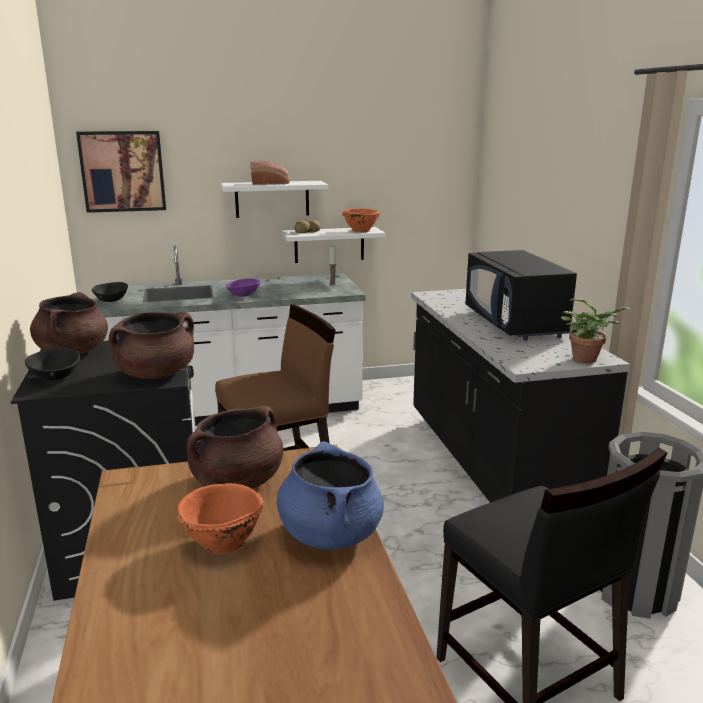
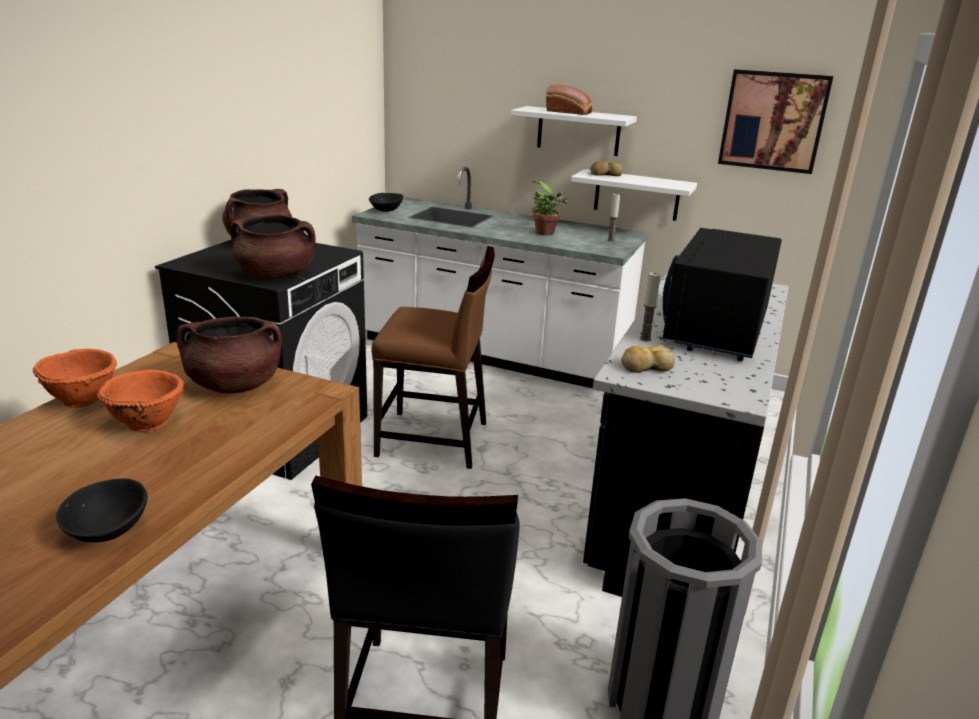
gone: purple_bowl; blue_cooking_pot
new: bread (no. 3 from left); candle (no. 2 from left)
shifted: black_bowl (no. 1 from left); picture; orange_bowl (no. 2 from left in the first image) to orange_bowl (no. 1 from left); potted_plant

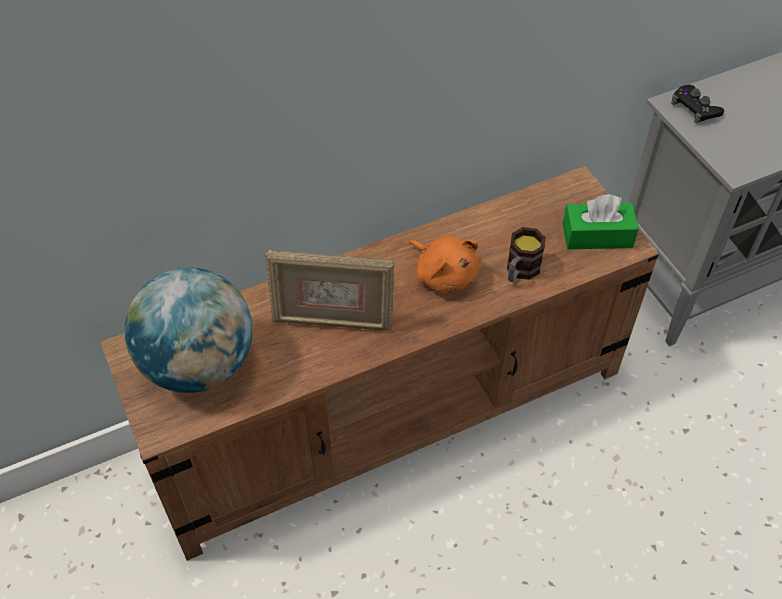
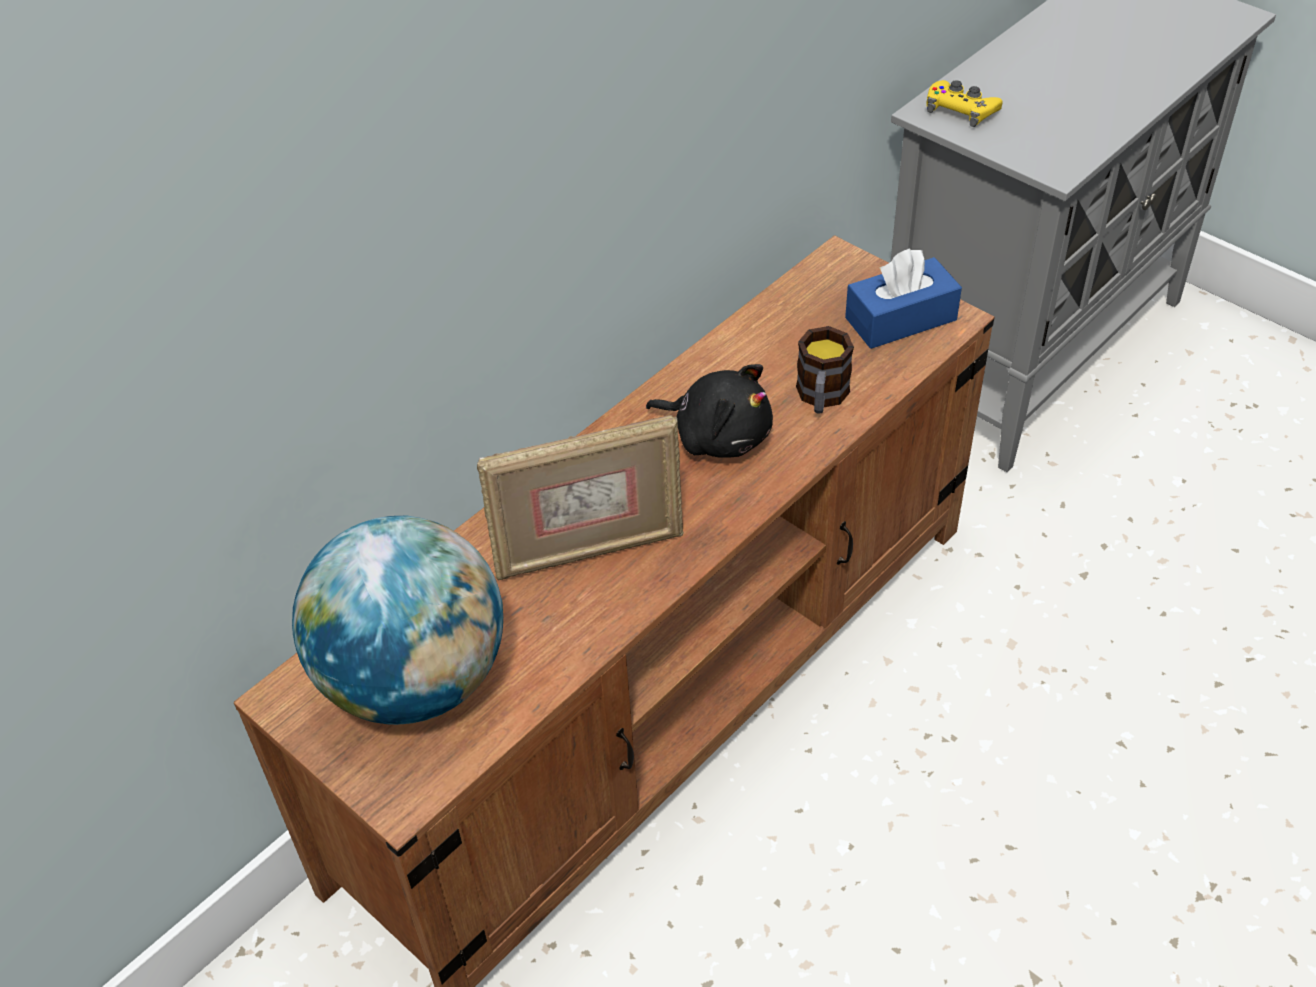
repainted: orange_plush_toy to black_plush_toy; green_tissue_box to blue_tissue_box; black_game_controller to yellow_game_controller

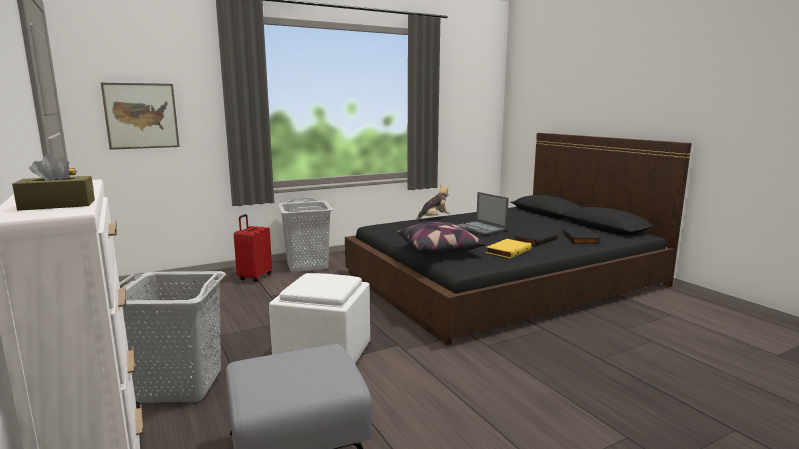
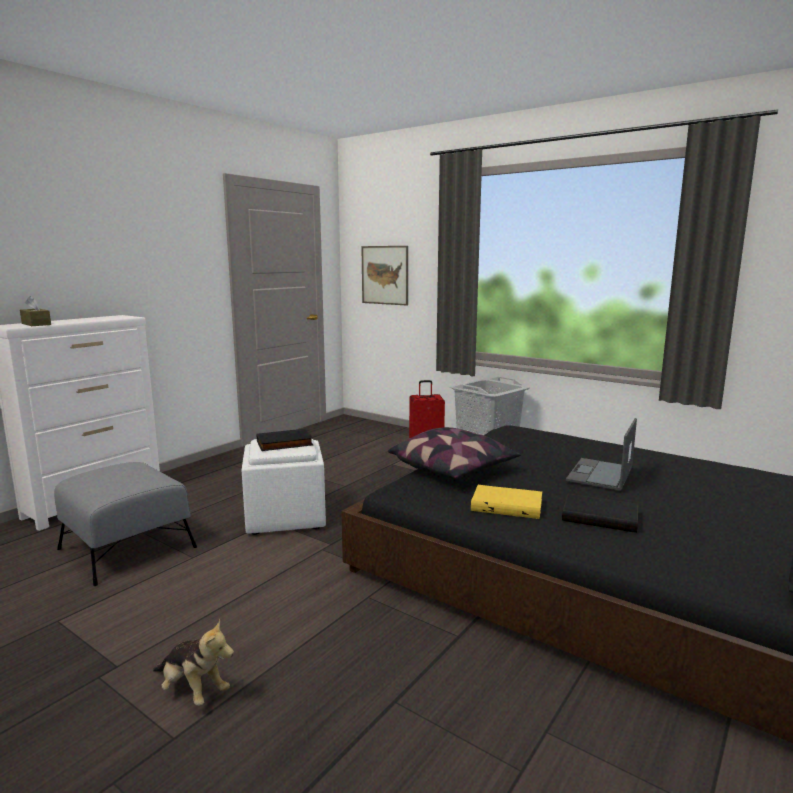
gone: grey_laundry_basket (no. 1 from left)
shifted: plush_toy; black_book (no. 2 from left in the first image) to black_book (no. 1 from left)

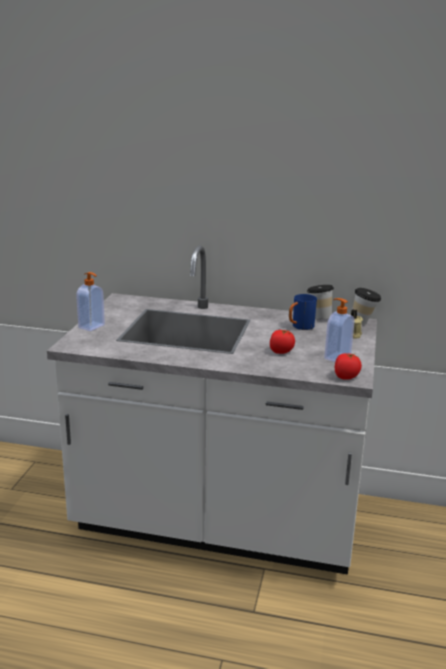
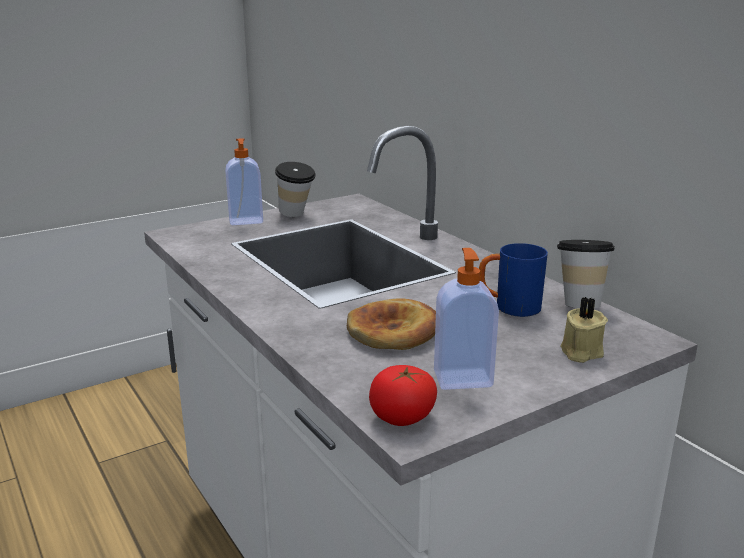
shifted: cup (no. 2 from left in the first image) to cup (no. 1 from left)
swapped: tomato (no. 1 from left) to bread

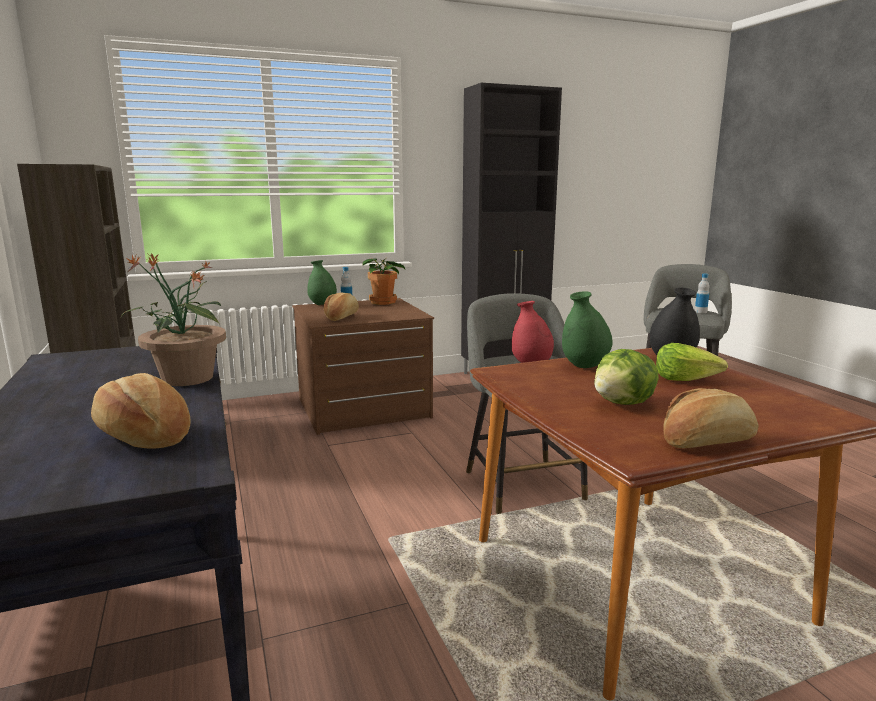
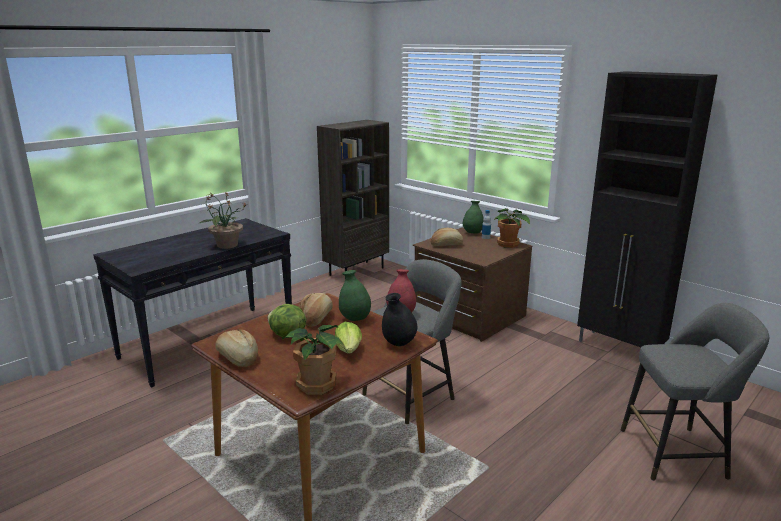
gone: bottle (no. 2 from left)
new: potted_plant (no. 2 from left)
shifted: bread (no. 1 from left in the first image) to bread (no. 2 from left)

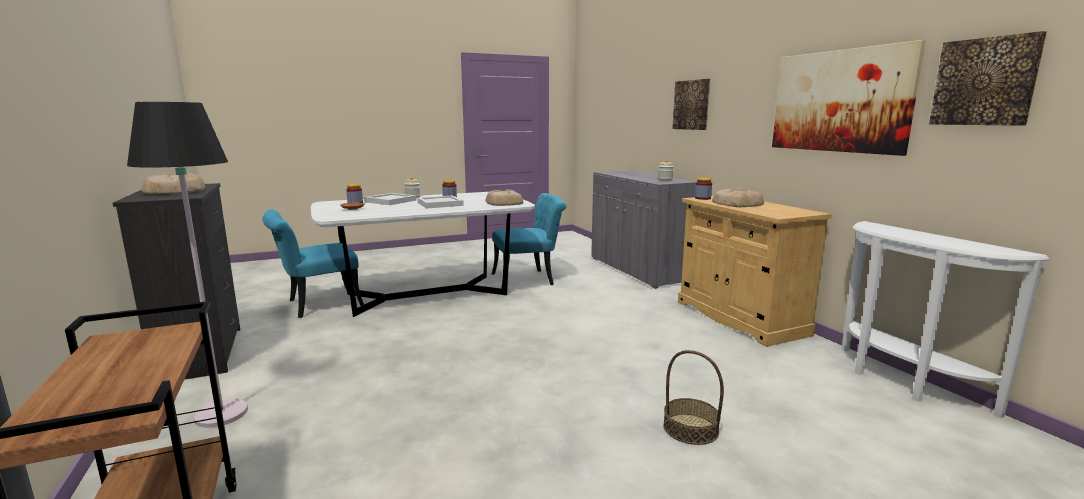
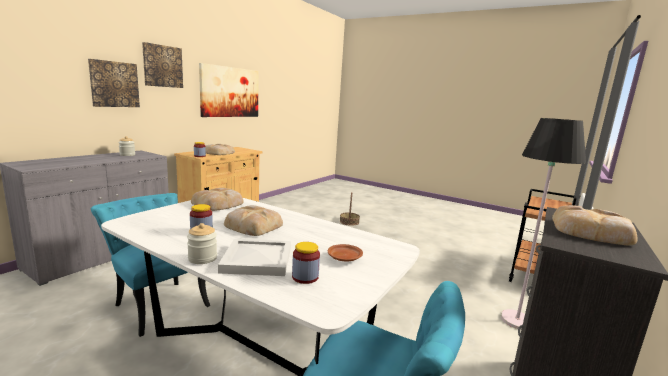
gone: white_console_table
shifted: picture (no. 3 from left in the first image) to picture (no. 2 from left)
swapped: white_tray (no. 2 from left) to bread (no. 3 from left)

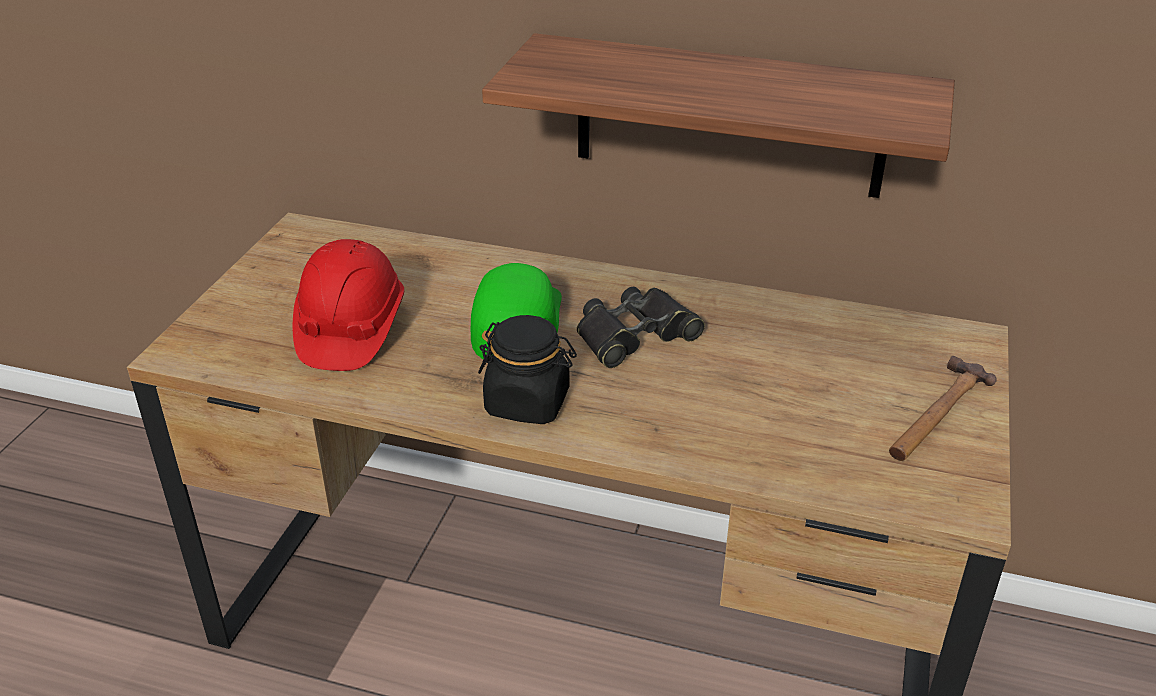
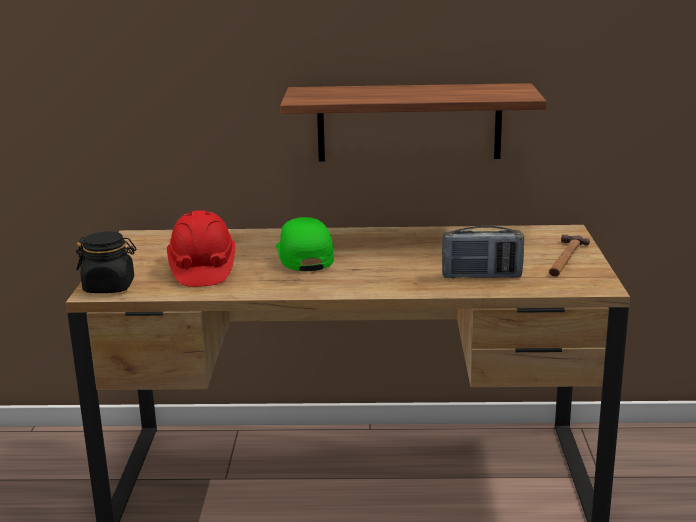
gone: black_binoculars
new: radio
shifted: black_jar

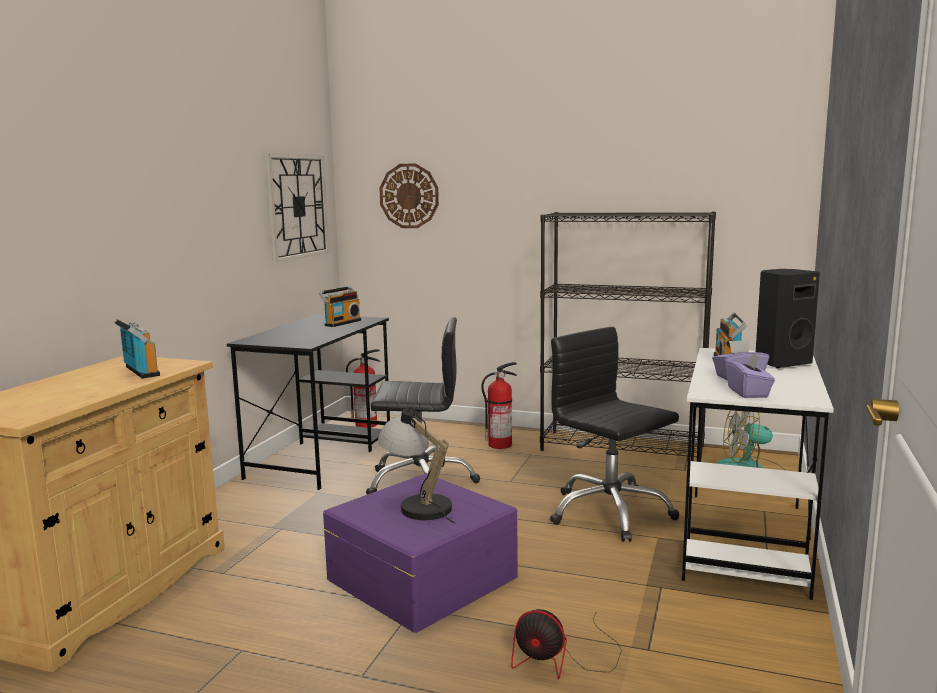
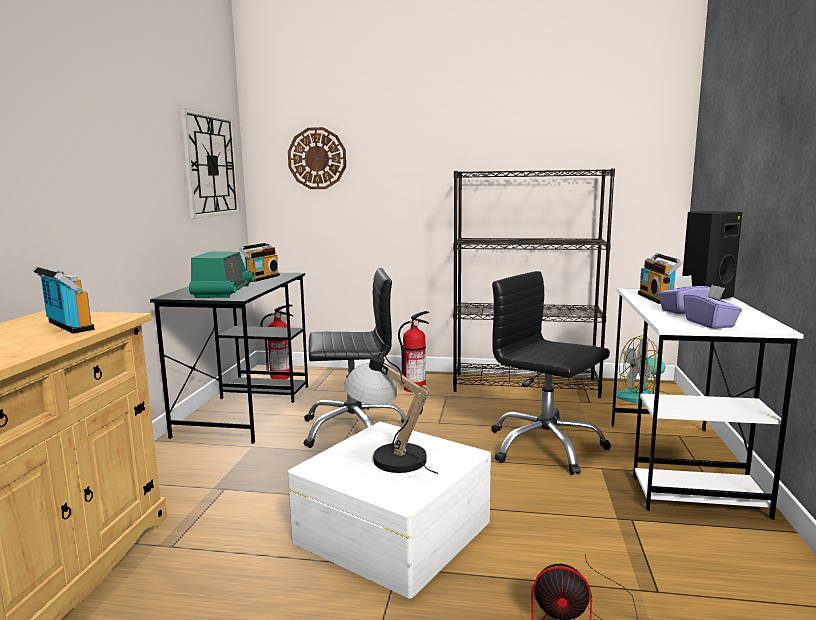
new: radio (no. 2 from left)
repainted: purple_storage_box to white_storage_box

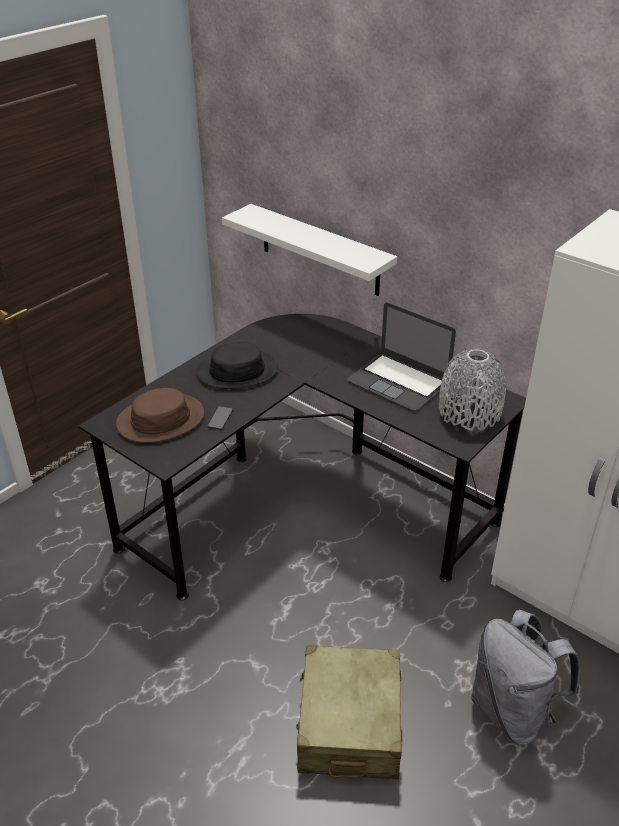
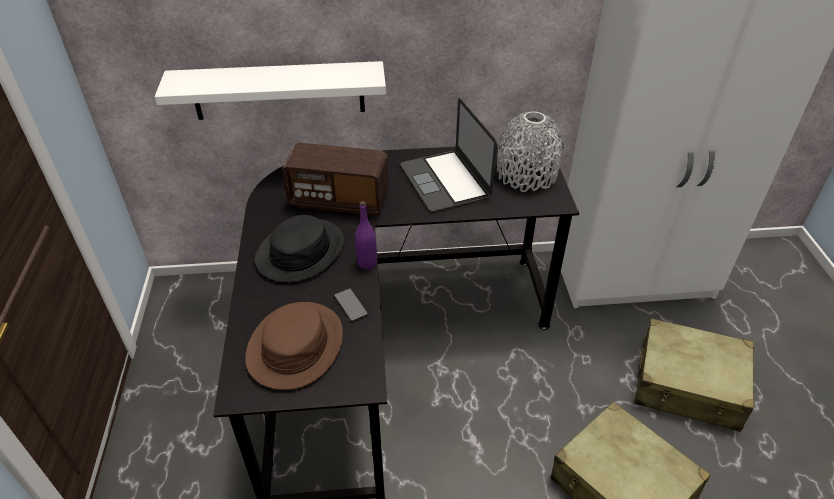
new: radio; purple_bottle
swapped: grey_backpack to beige_suitcase (no. 2 from left)
rotated: laptop 75 degrees clockwise

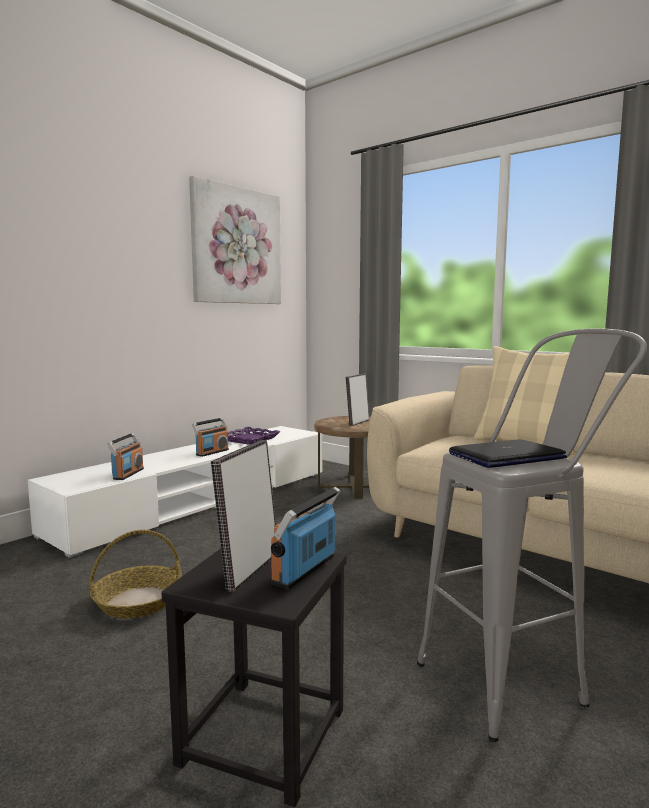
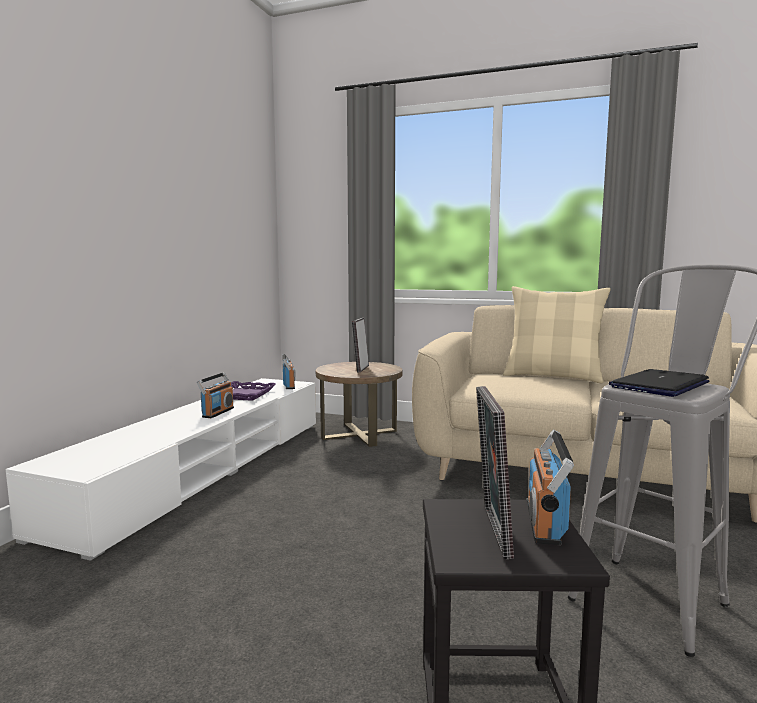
gone: basket; picture
shifted: radio (no. 1 from left in the first image) to radio (no. 2 from left)

